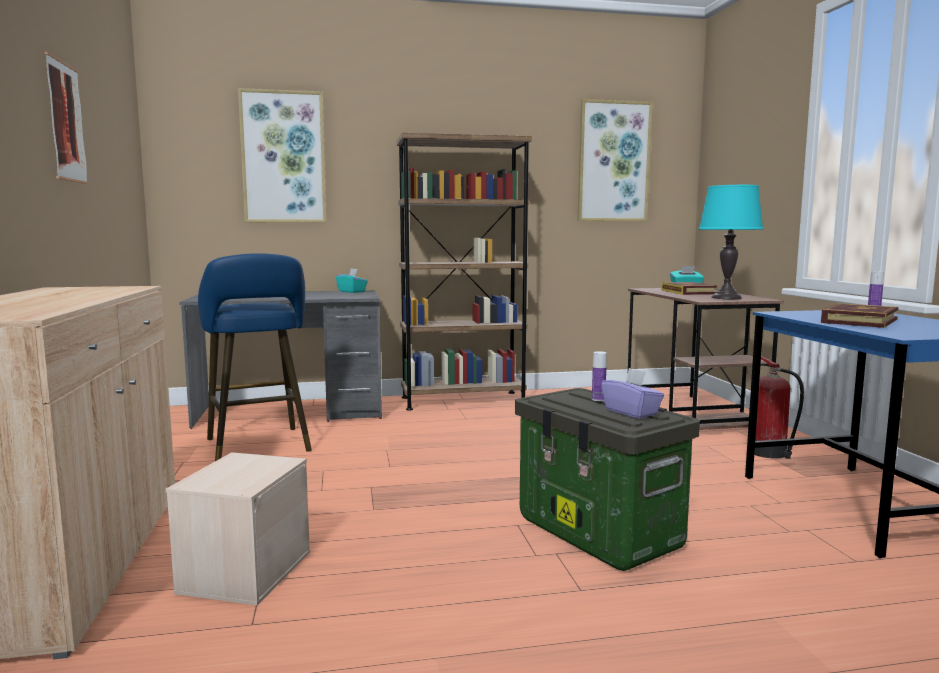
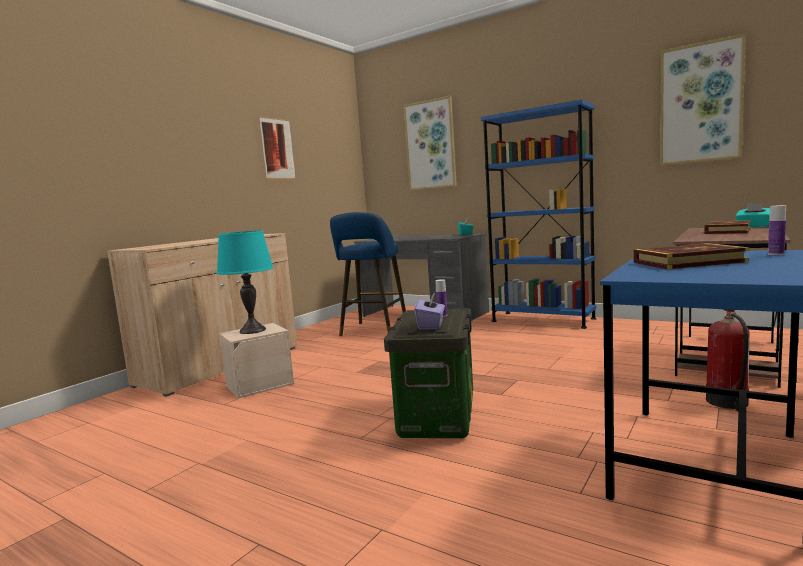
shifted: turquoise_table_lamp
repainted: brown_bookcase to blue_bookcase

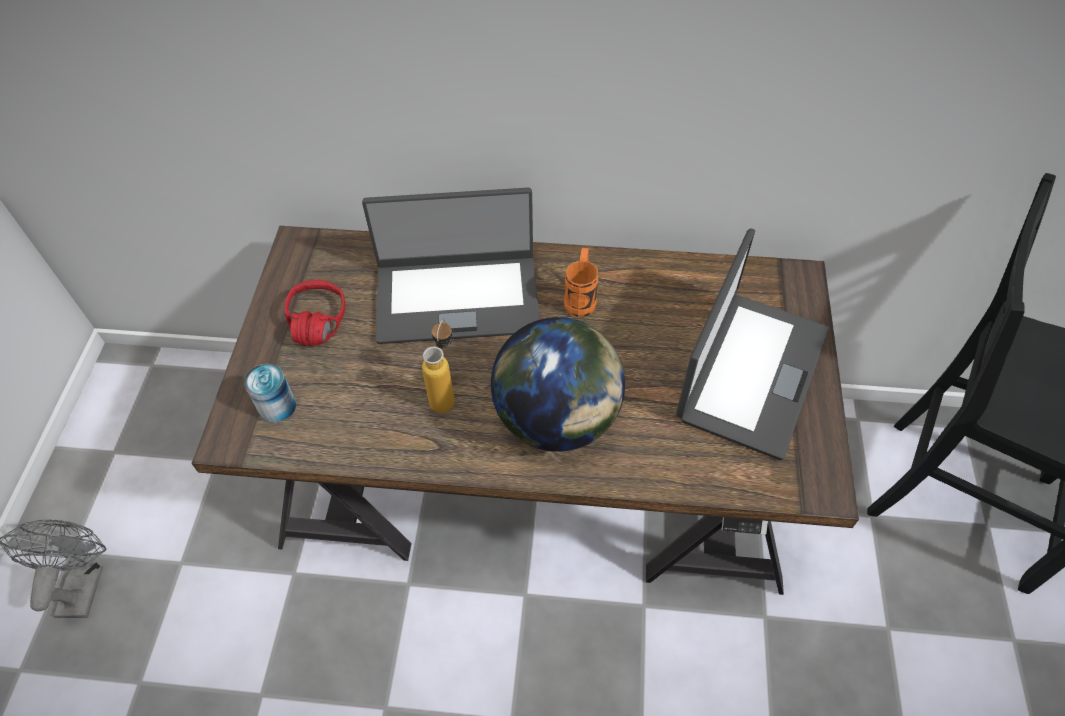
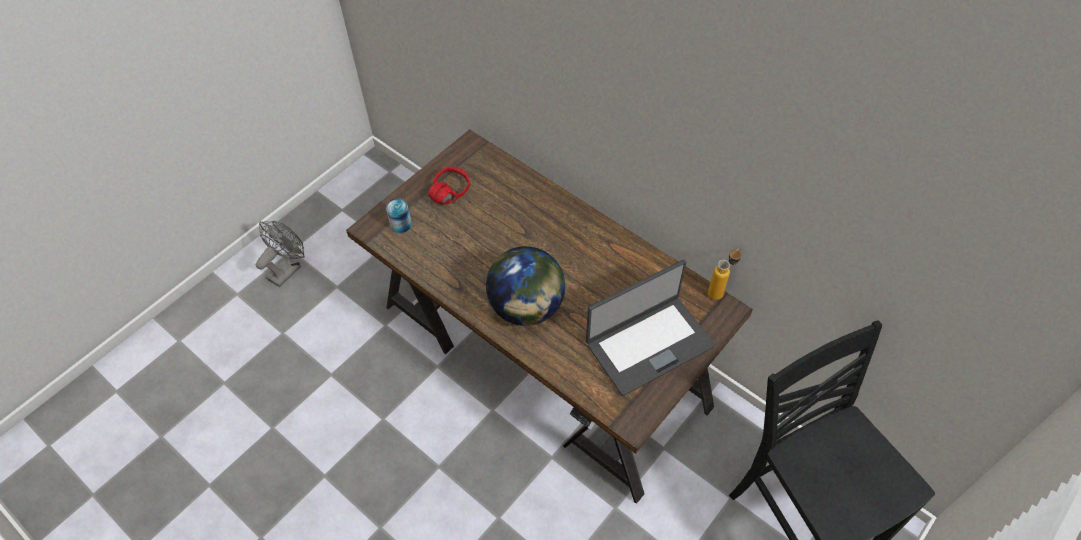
gone: laptop (no. 1 from left); orange_mug
shifted: bottle

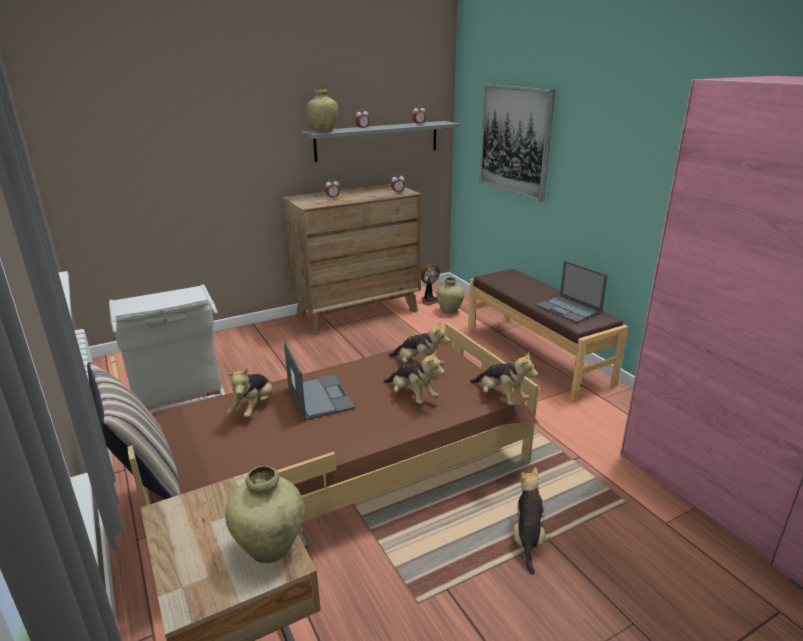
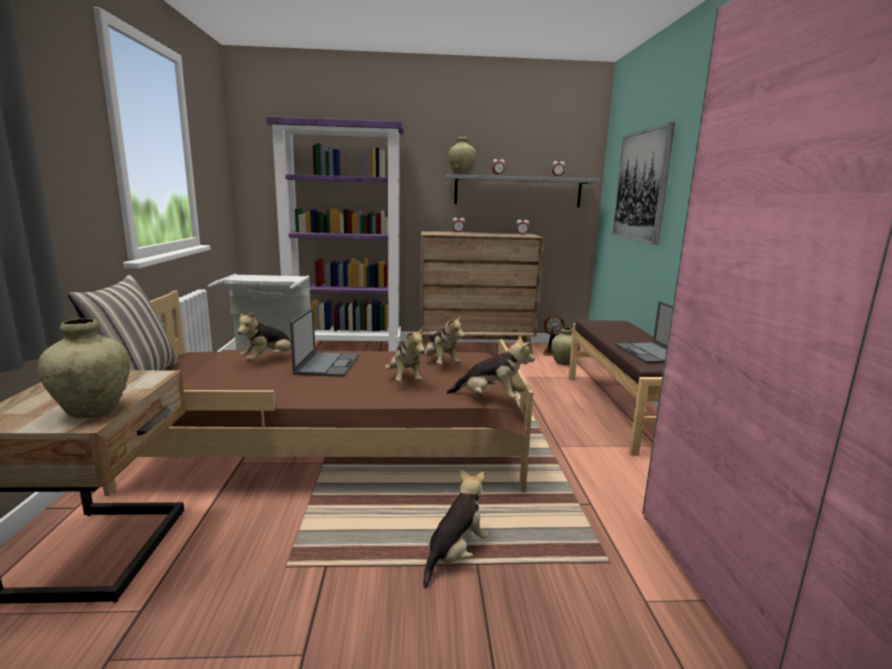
new: purple_bookcase
rotated: plush_toy (no. 4 from left in the first image) 60 degrees counterclockwise

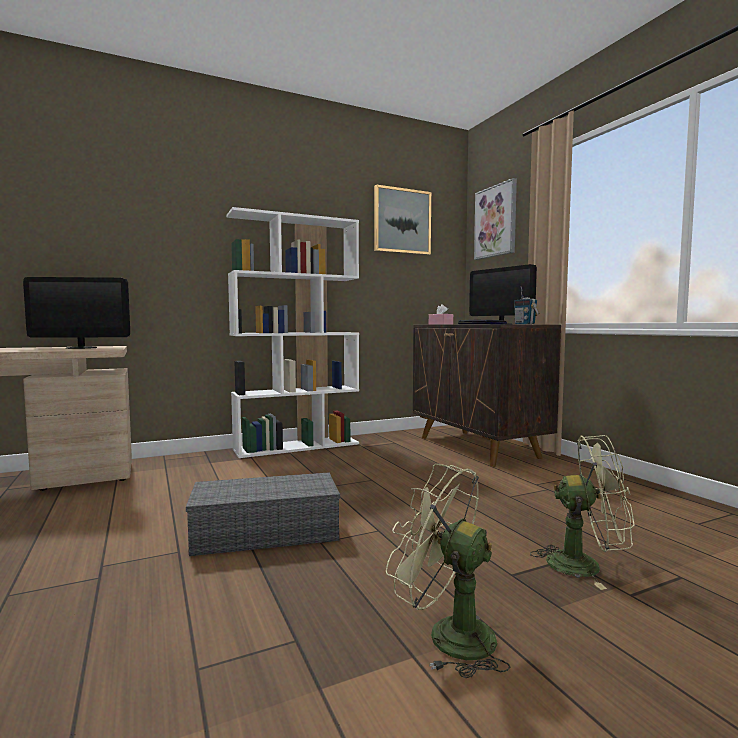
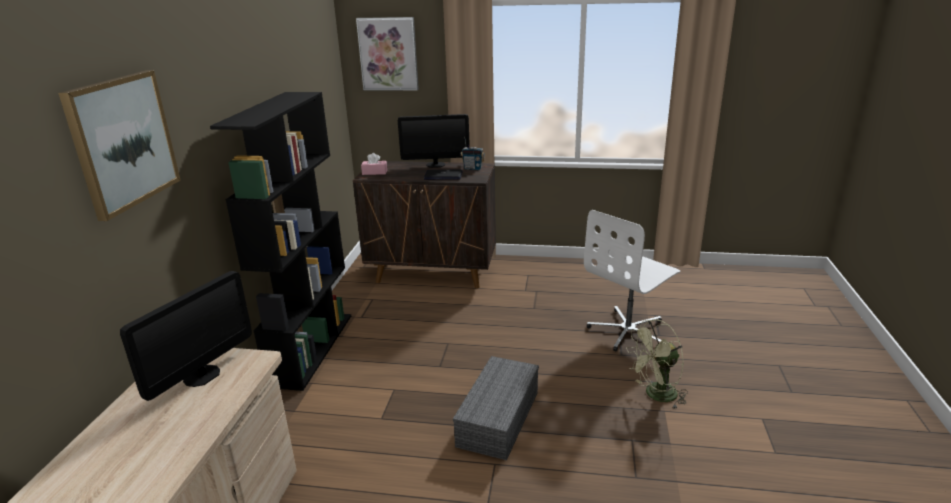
shifted: picture (no. 1 from left)
swapped: green_fan (no. 2 from left) to white_office_chair
repainted: white_bookcase to black_bookcase

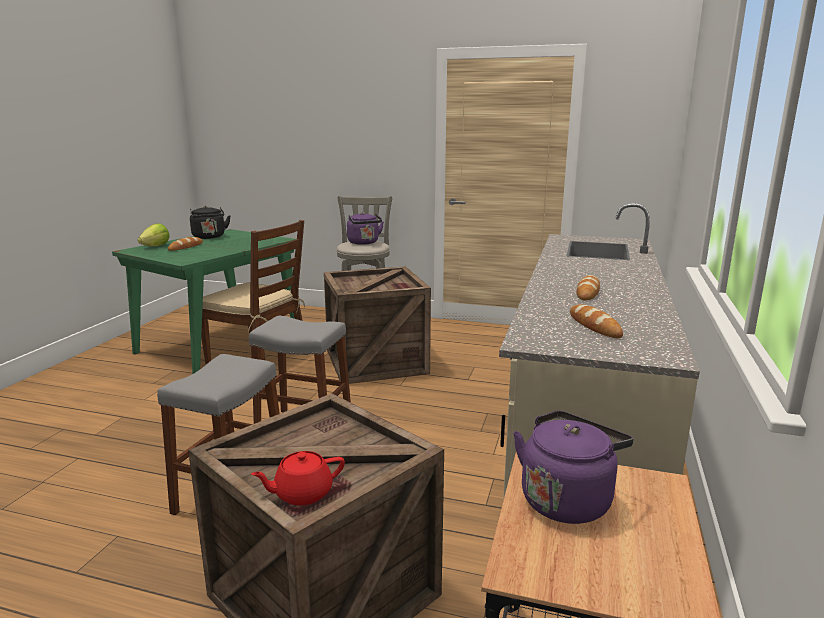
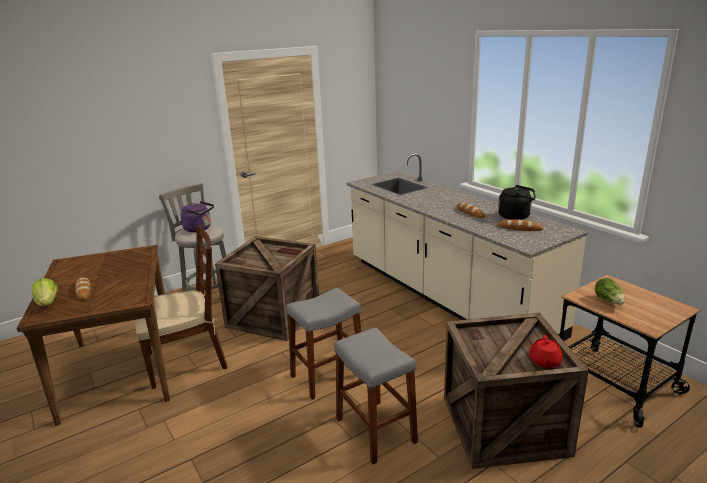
shifted: black_kettle
swapped: purple_kettle (no. 2 from left) to lettuce (no. 2 from left)
repainted: green_dining_table to brown_dining_table

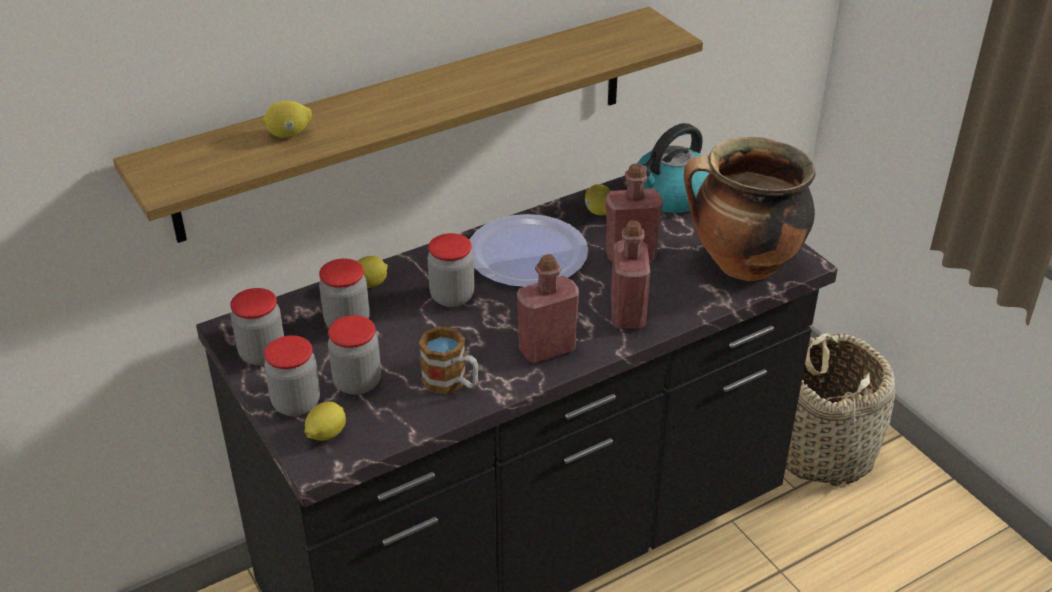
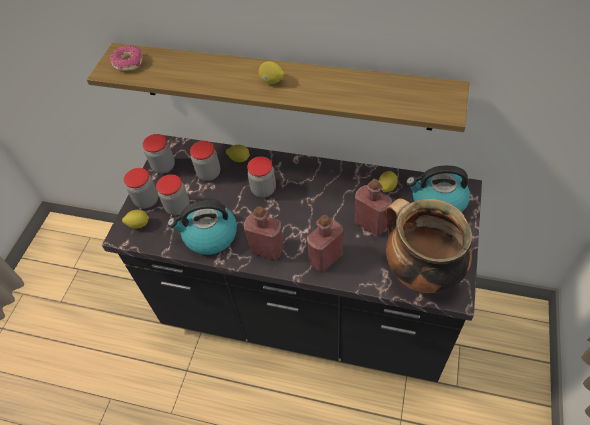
gone: plate; basket
new: donut
shifted: lemon (no. 1 from left in the first image) to lemon (no. 3 from left)
swapped: mug to kettle (no. 1 from left)

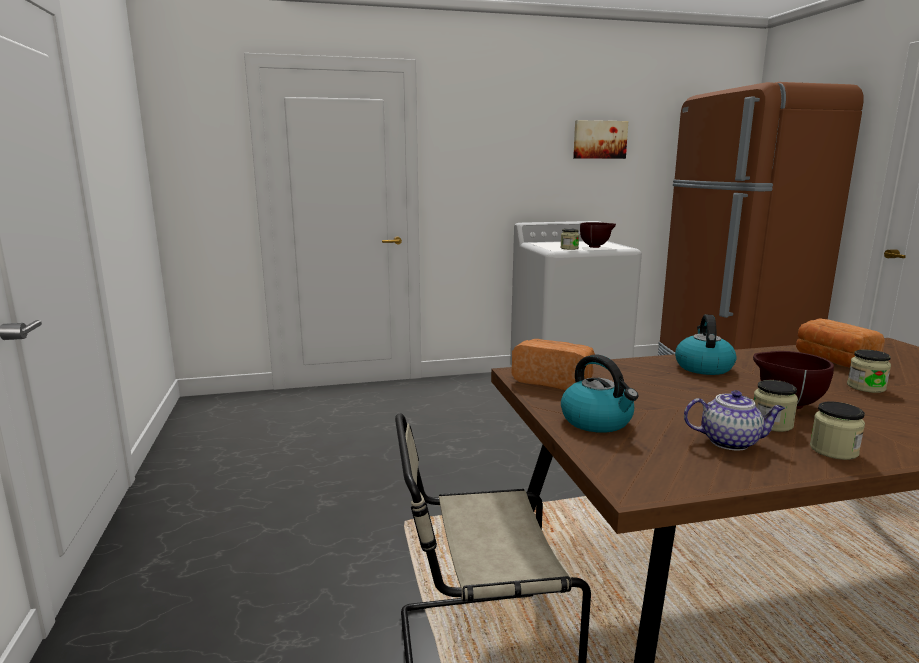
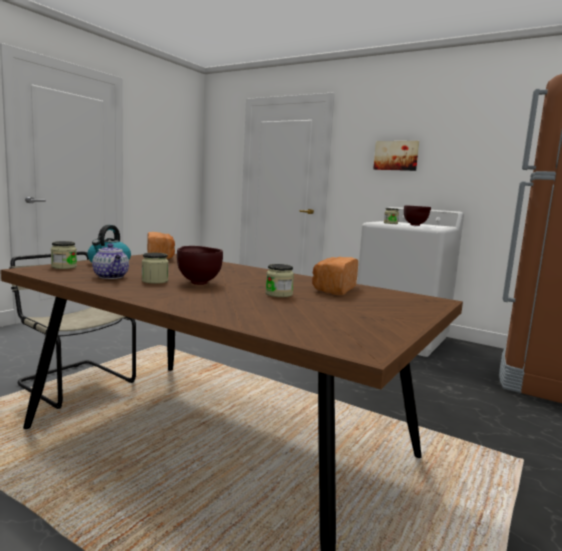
gone: kettle (no. 2 from left)
shifted: picture; jar (no. 3 from left in the first image) to jar (no. 1 from left)

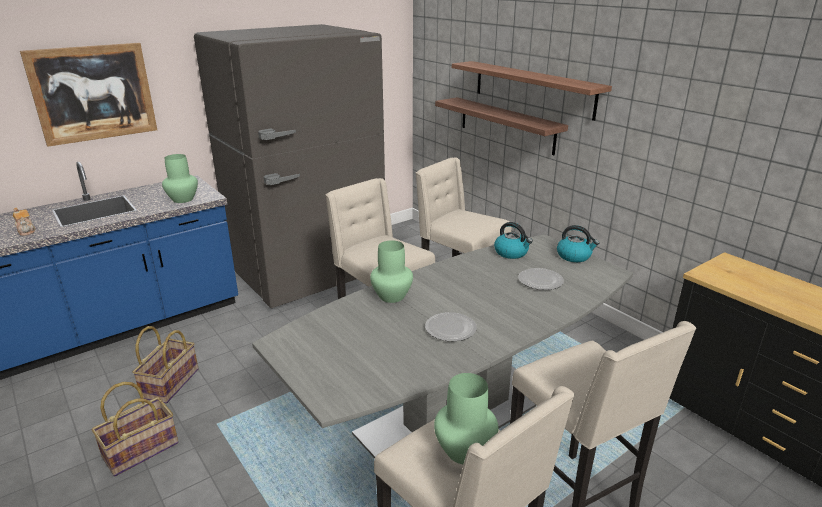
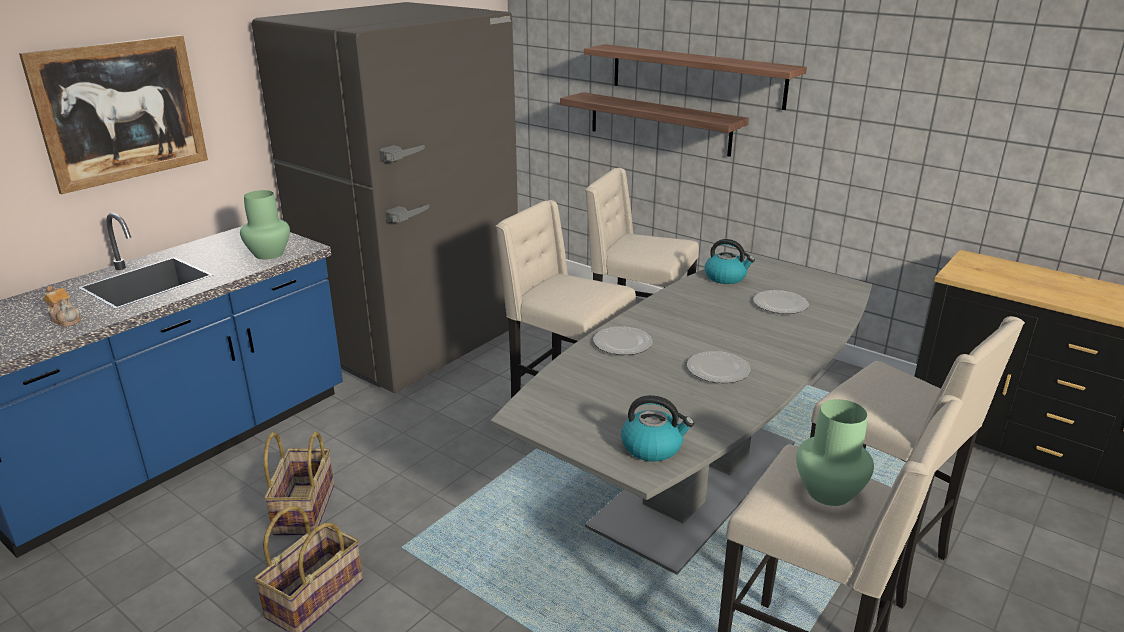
shifted: kettle (no. 2 from left in the first image) to kettle (no. 1 from left)
swapped: green_vase (no. 2 from left) to plate (no. 1 from left)

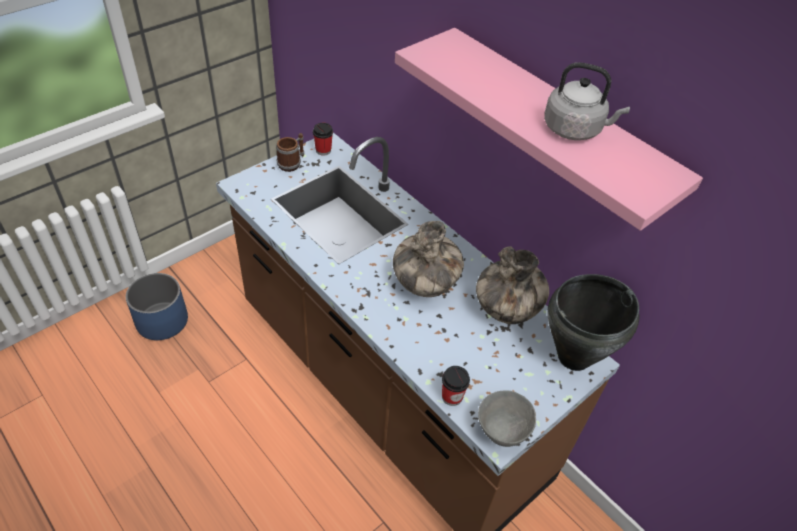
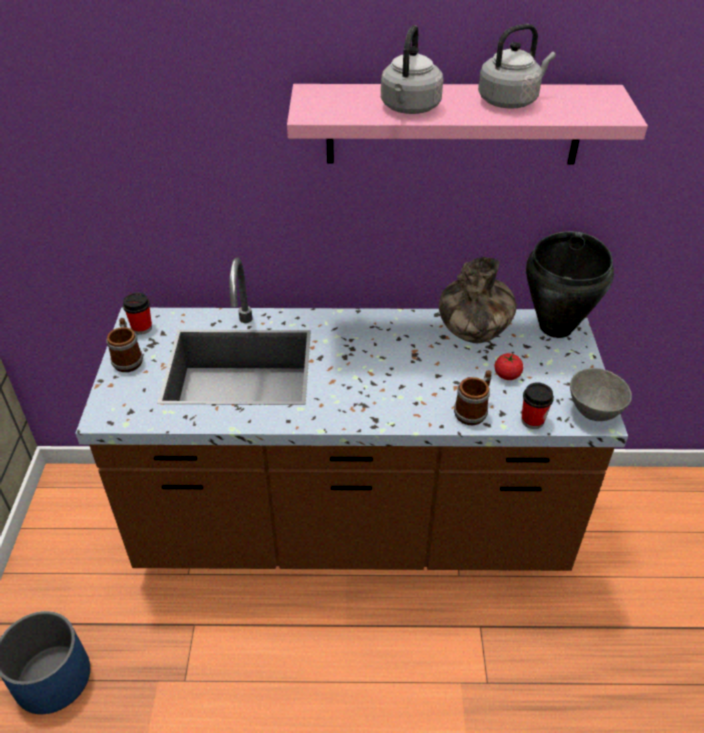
gone: vase (no. 1 from left)
new: grey_kettle (no. 1 from left); mug (no. 2 from left); tomato

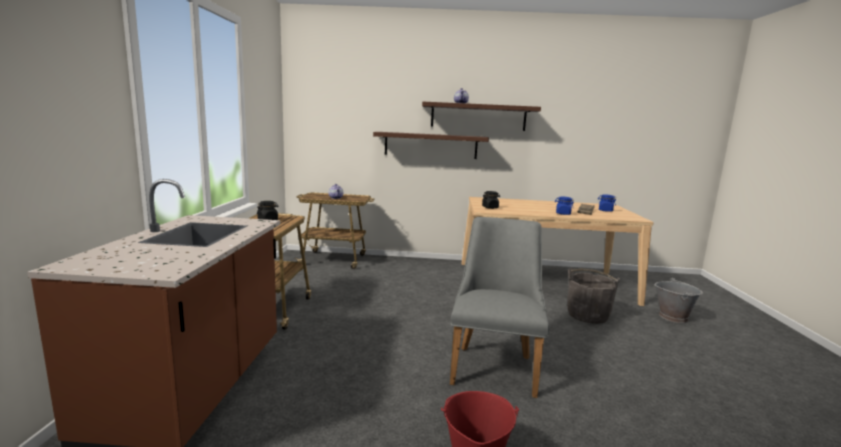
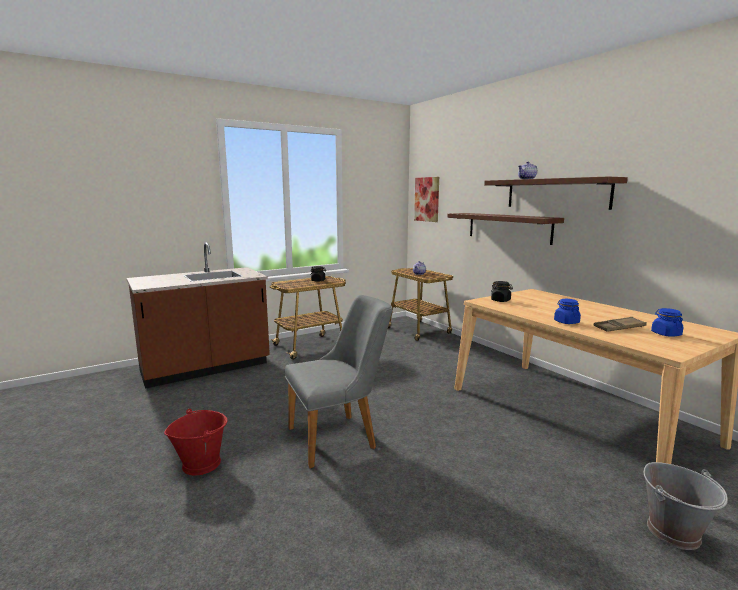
gone: grey_bucket (no. 1 from left)
new: picture

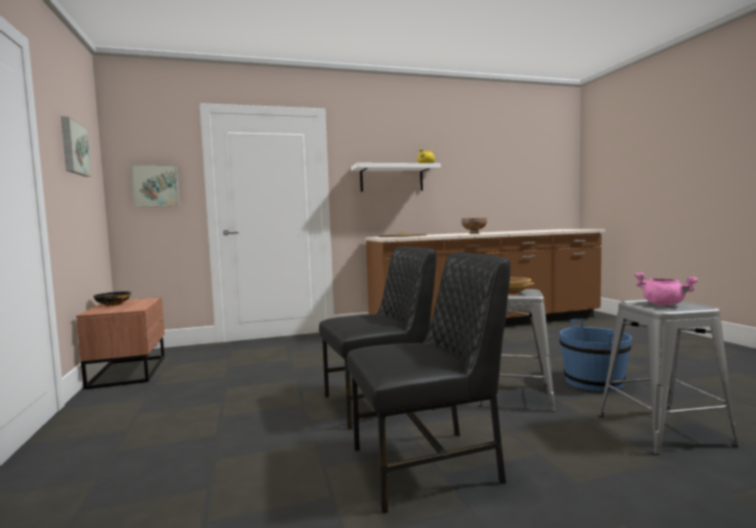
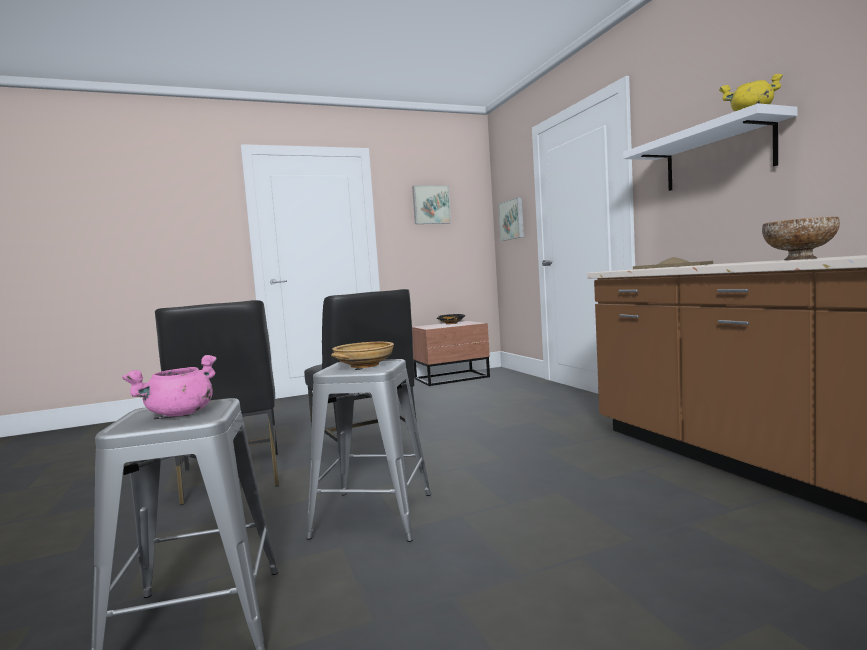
gone: blue_bucket

